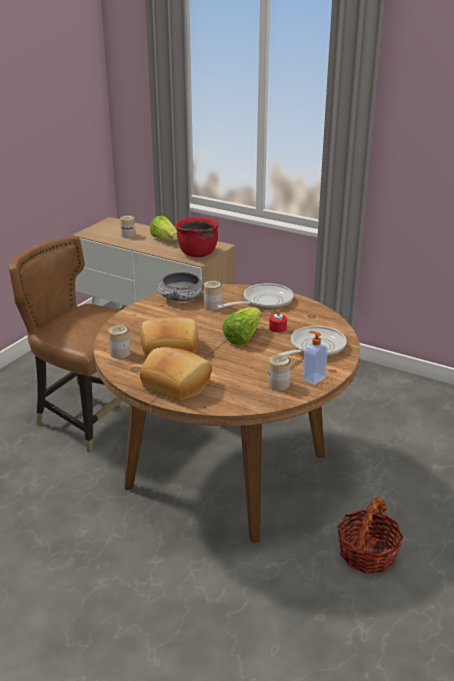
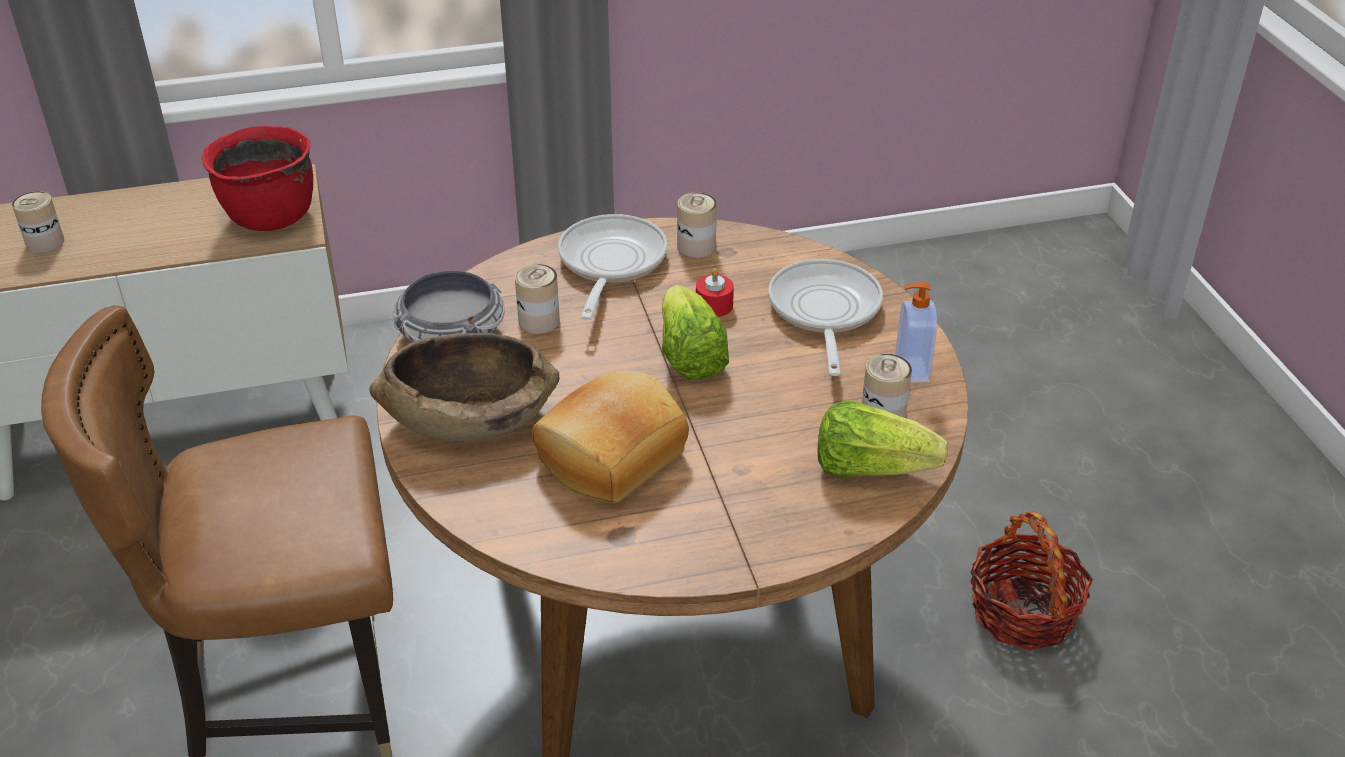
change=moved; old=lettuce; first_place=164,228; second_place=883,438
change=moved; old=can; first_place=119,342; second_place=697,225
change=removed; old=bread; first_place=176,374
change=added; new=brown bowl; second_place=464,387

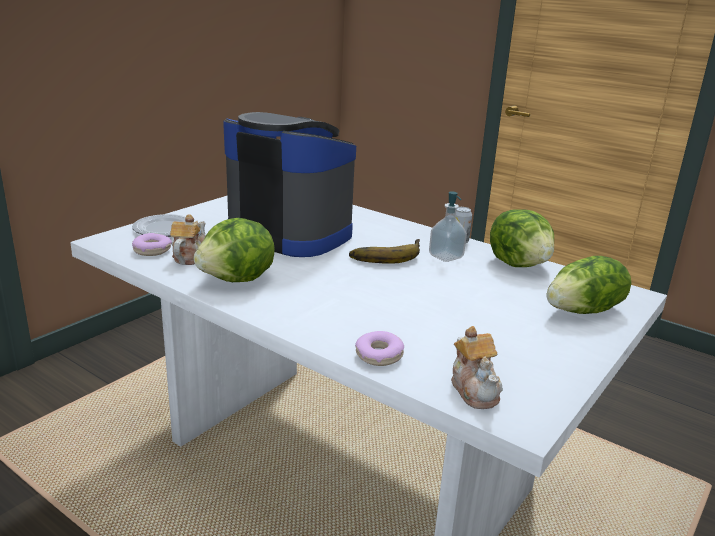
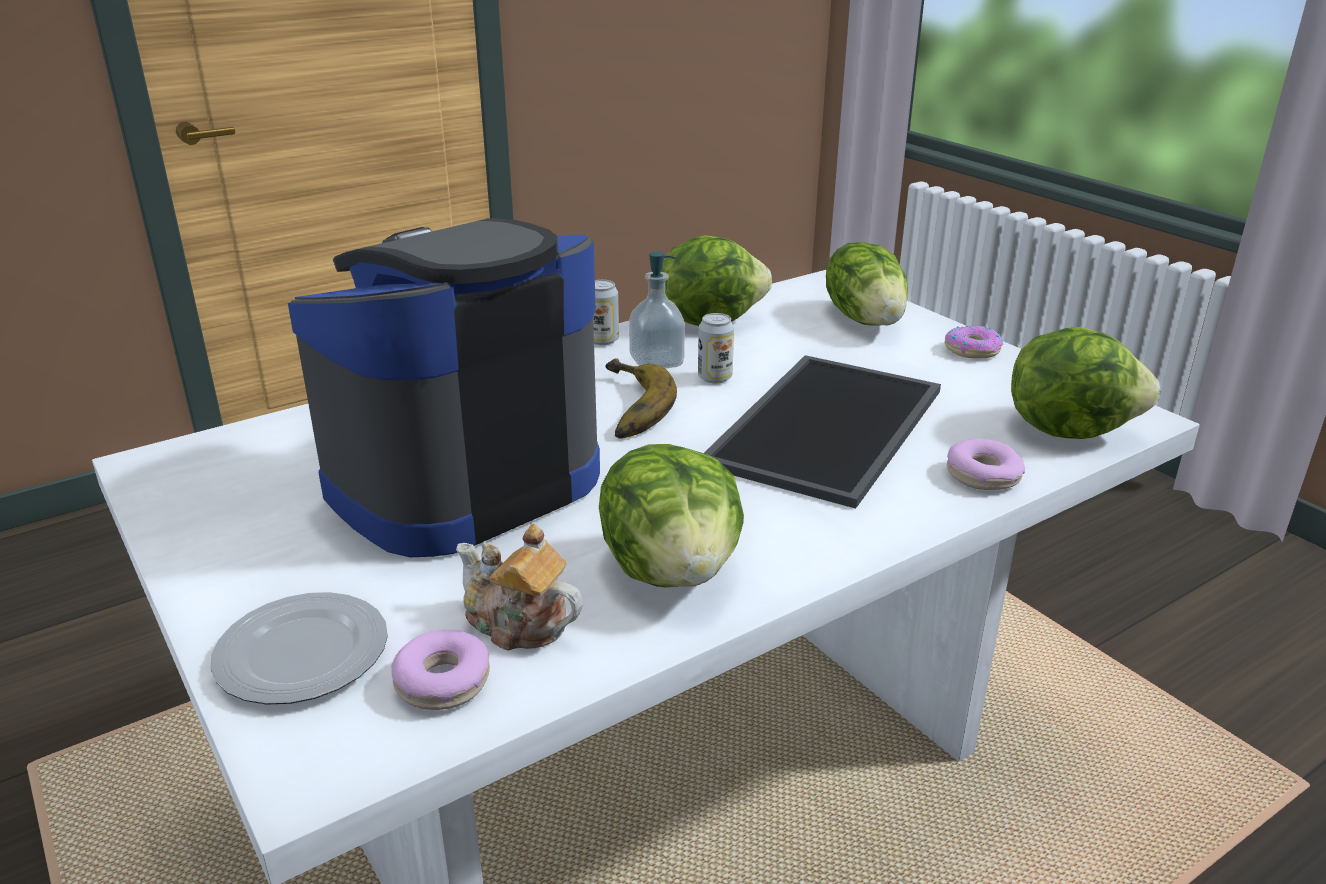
change=replaced; old=teapot; new=lettuce; first_place=477,367; second_place=1085,383
change=added; new=can; second_place=716,348
change=added; new=donut; second_place=973,342
change=added; new=tray; second_place=822,432

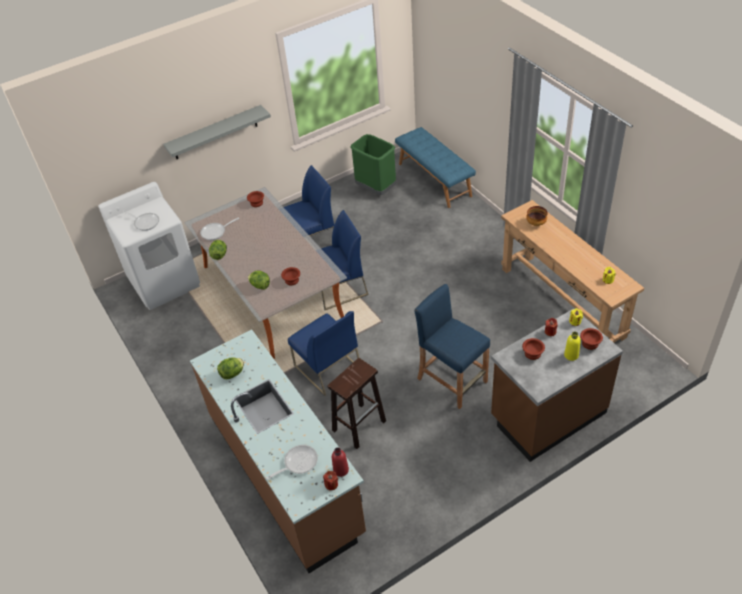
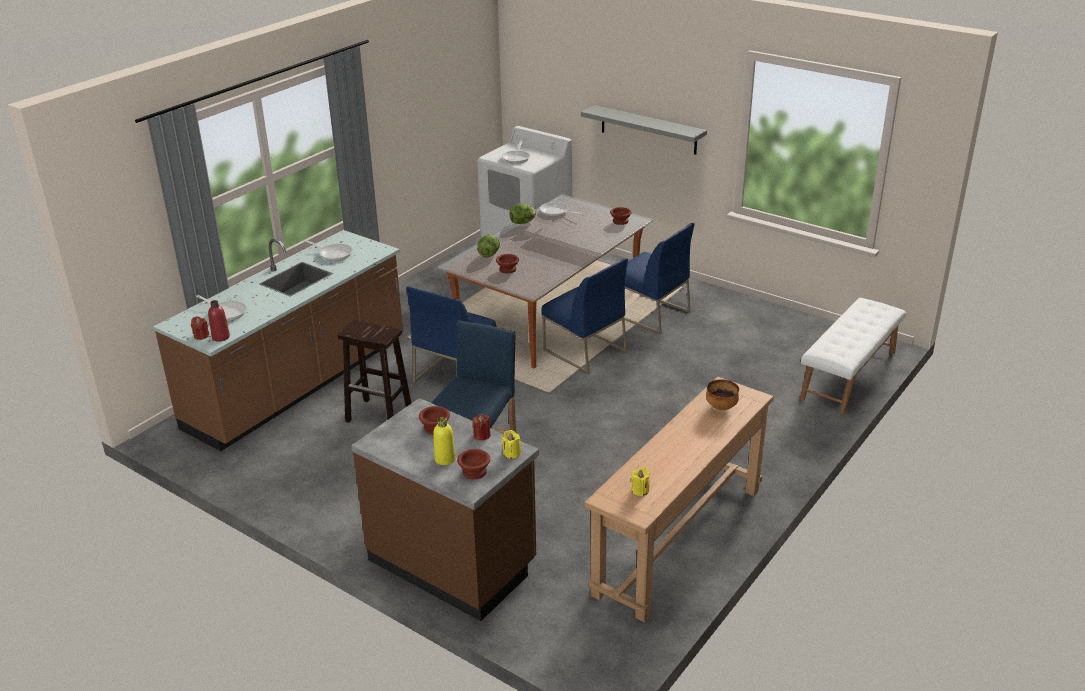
change=recoloured; old=blue bench; new=white bench; first_place=435,167; second_place=853,356
change=removed; old=green trash can; first_place=373,164
change=replaced; old=lettuce; new=frying pan; first_place=230,368; second_place=328,250

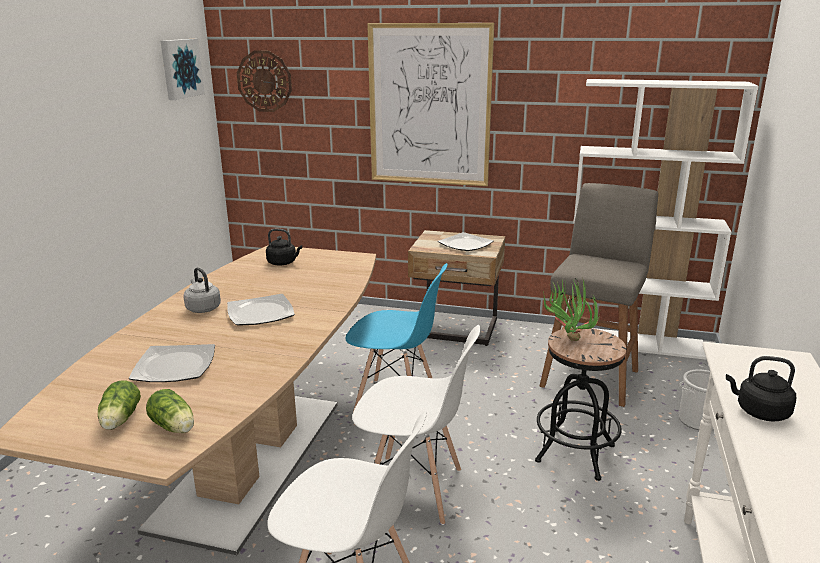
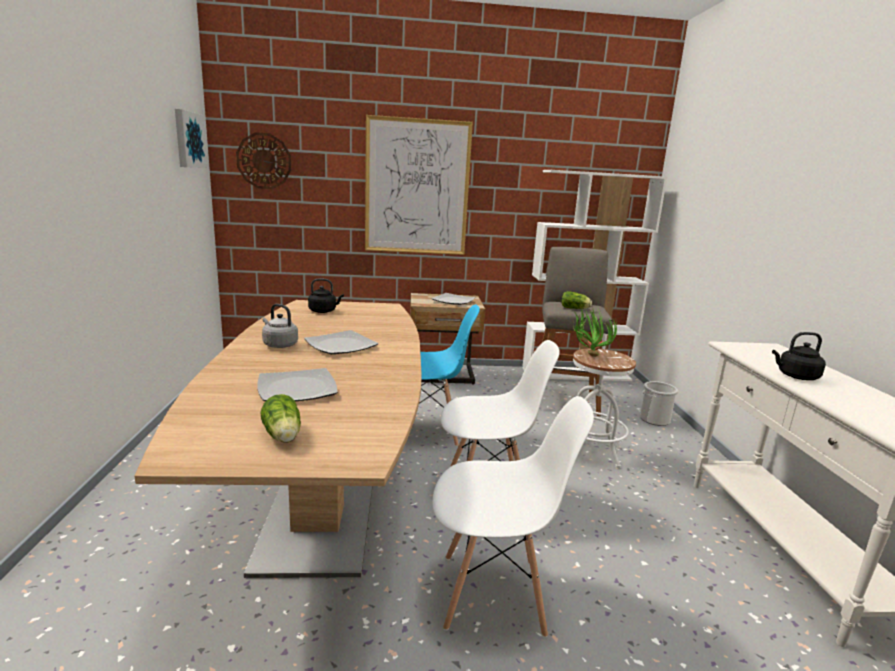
change=recoloured; old=black stool; new=white stool; first_place=581,404; second_place=604,408
change=moved; old=lettuce; first_place=170,411; second_place=576,300

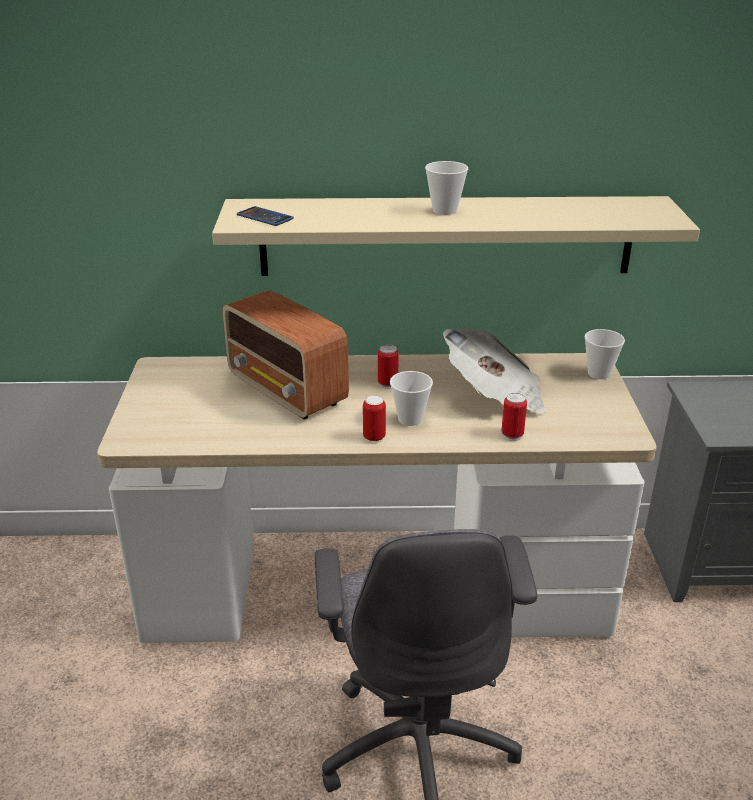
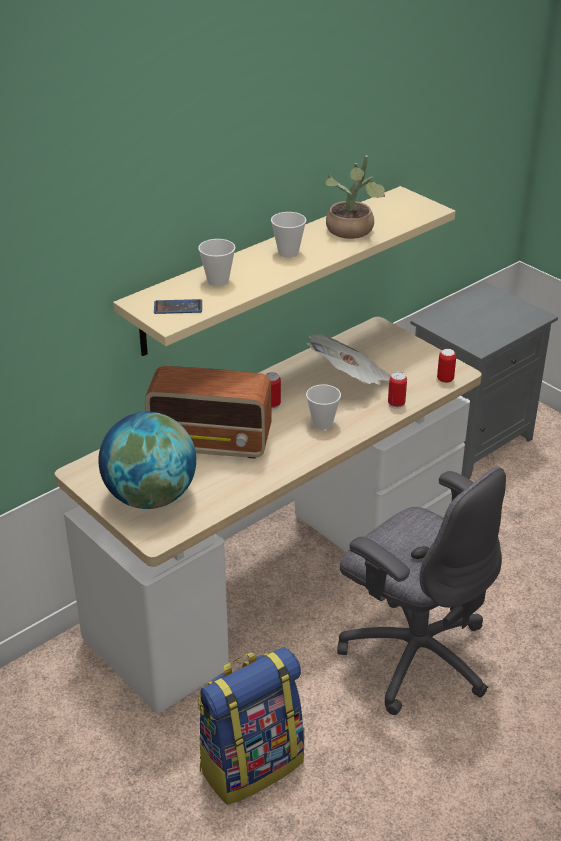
change=moved; old=cup; first_place=605,354; second_place=217,263
change=moved; old=can; first_place=374,418; second_place=446,366
change=added; new=potted plant; second_place=355,197
change=added; new=globe; second_place=147,460
change=added; new=backpack; second_place=250,726

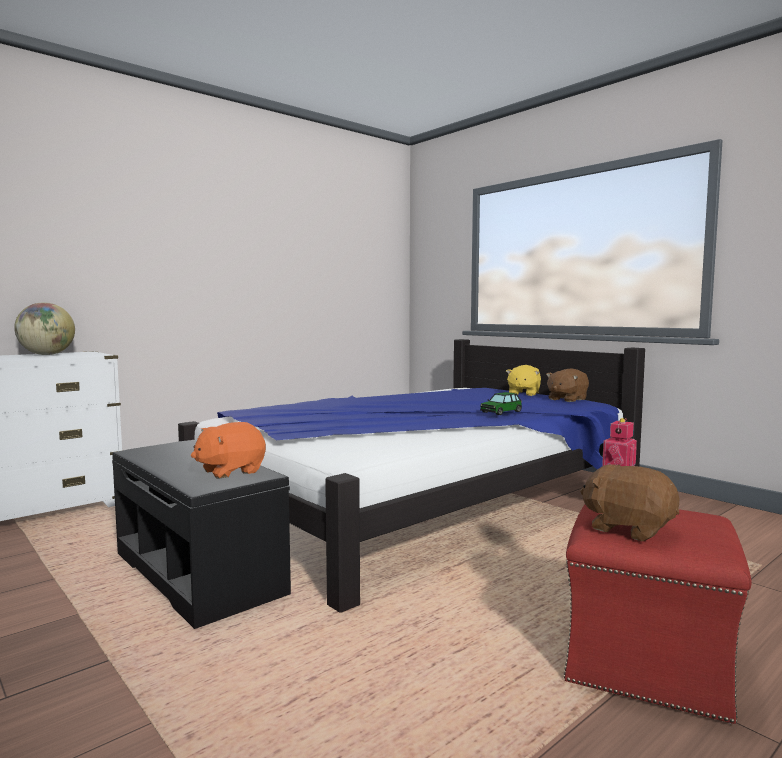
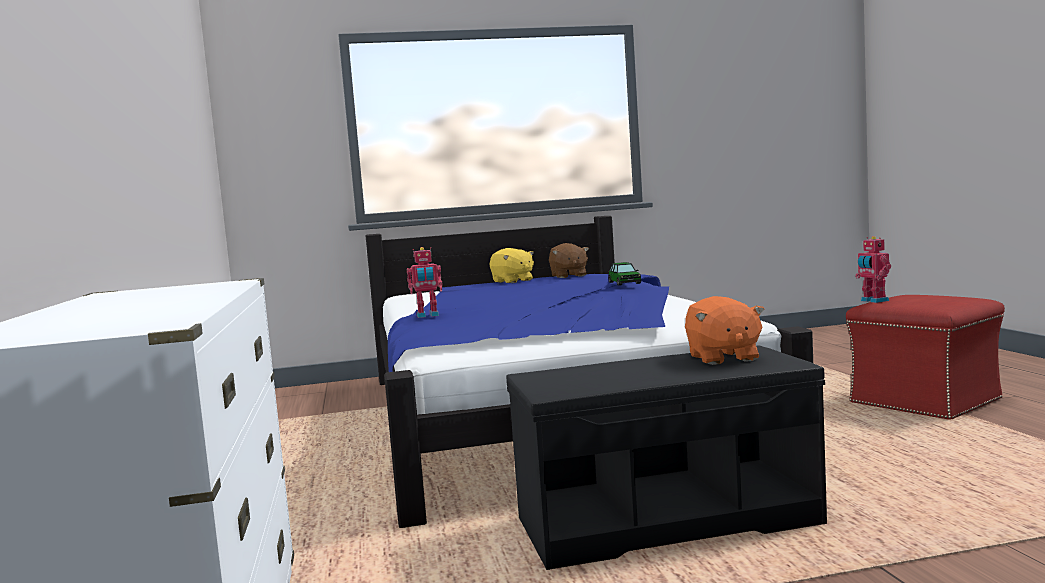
change=removed; old=globe; first_place=44,328
change=removed; old=brown plush toy; first_place=630,502
change=added; new=toy robot; second_place=425,282

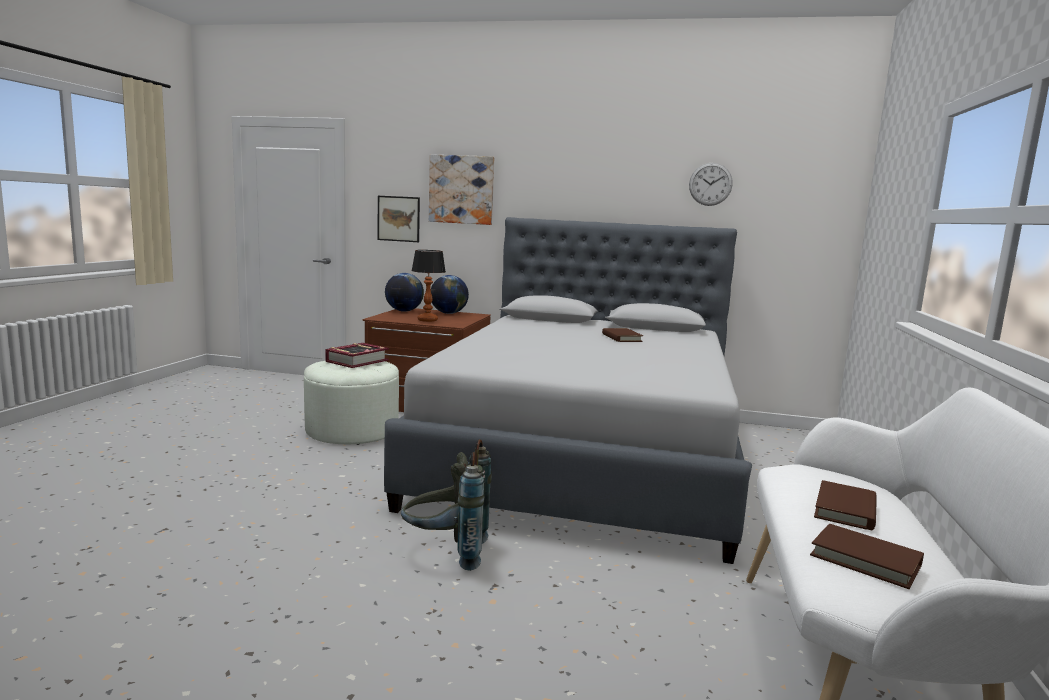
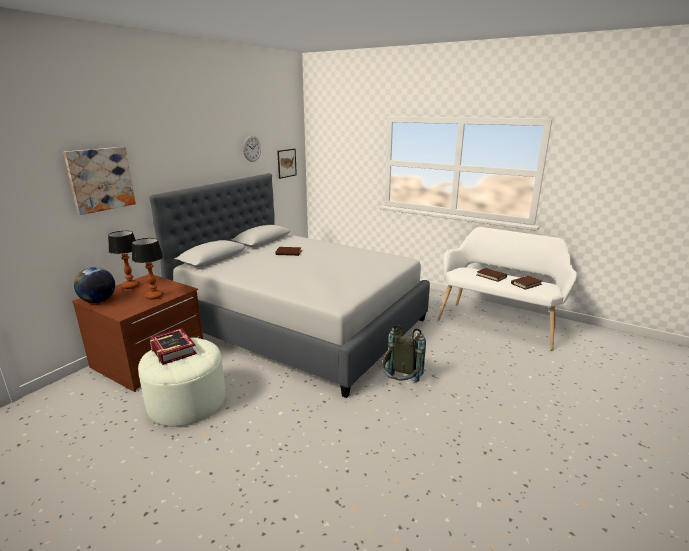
change=moved; old=picture; first_place=399,219; second_place=287,164
change=replaced; old=globe; new=table lamp; first_place=450,294; second_place=124,260

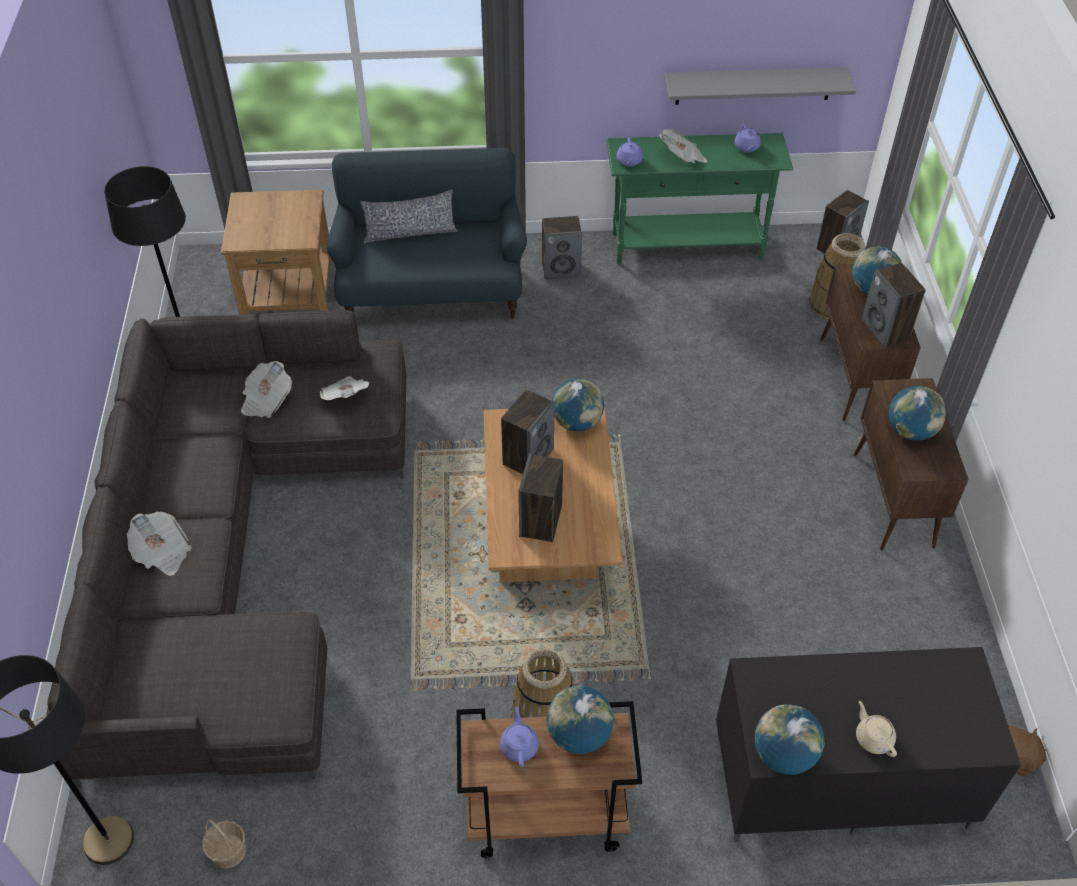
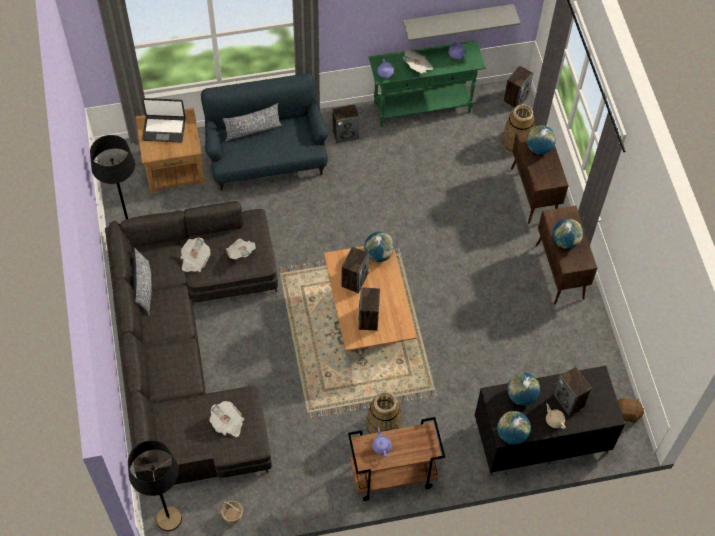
change=moved; old=speaker; first_place=893,305; second_place=572,391
change=moved; old=newspaper; first_place=159,544; second_place=226,419
change=moved; old=globe; first_place=580,719; second_place=523,388
change=added; new=laptop; second_place=164,120
change=added; new=pillow; second_place=142,282

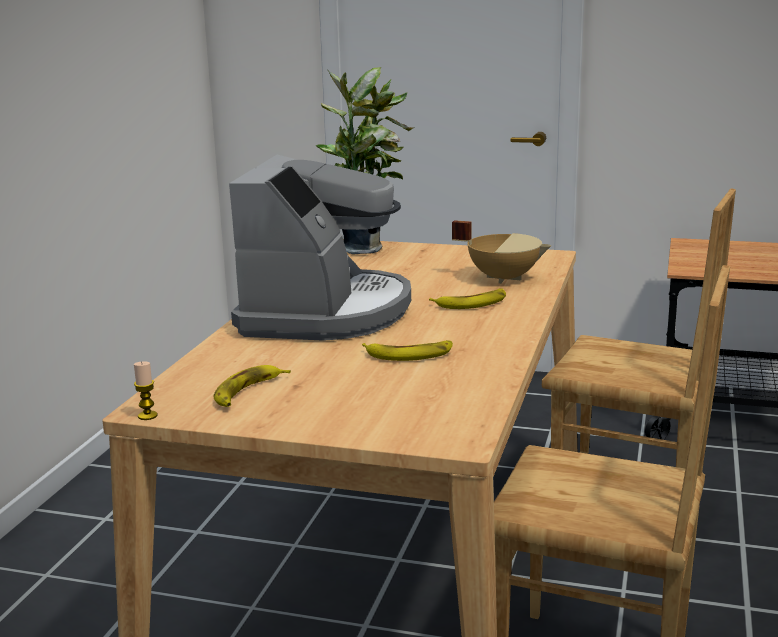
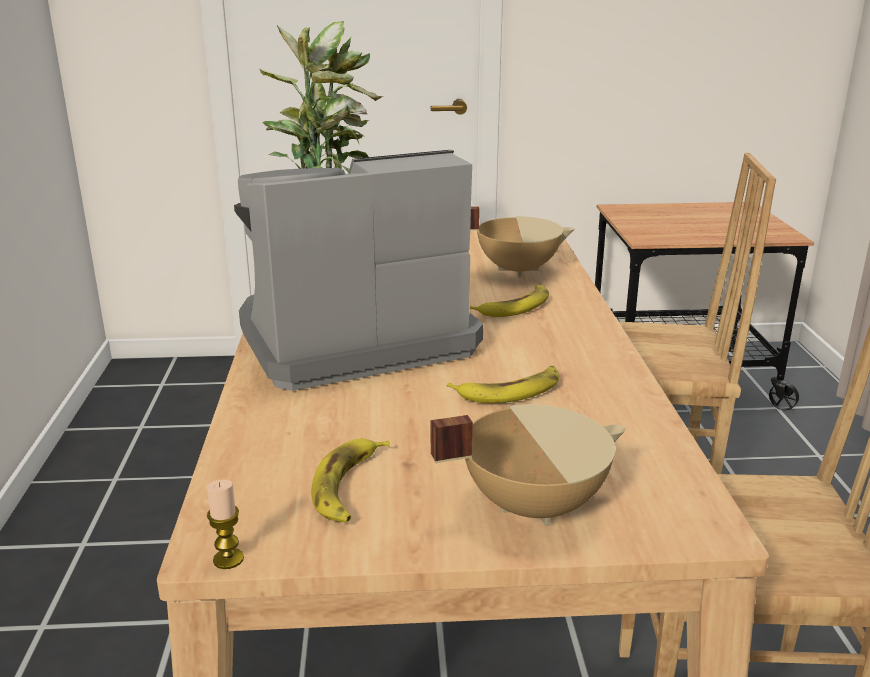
change=turned; old=coffee machine; first_place=320,248; second_place=358,270; degrees=-105
change=added; new=beige cooking pot; second_place=528,465

